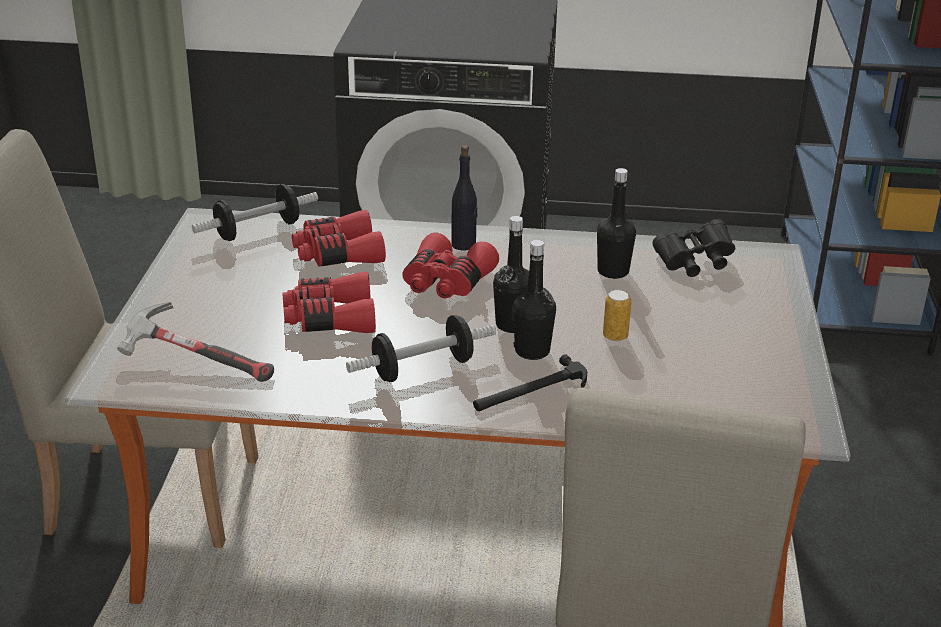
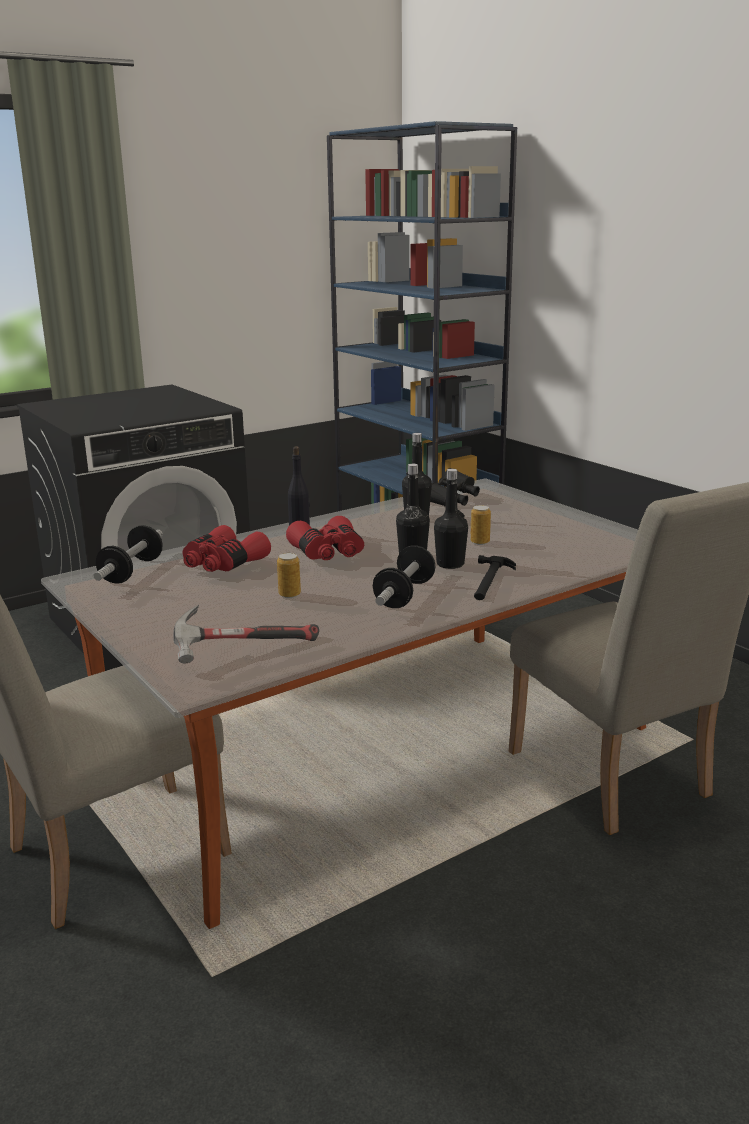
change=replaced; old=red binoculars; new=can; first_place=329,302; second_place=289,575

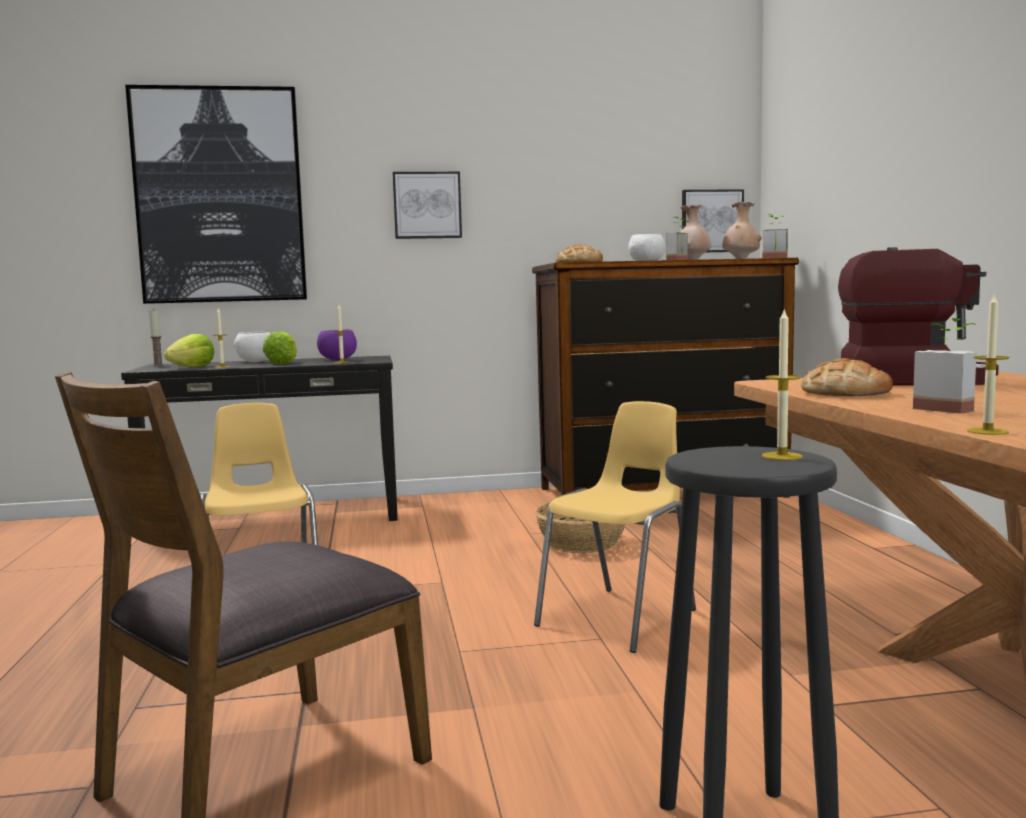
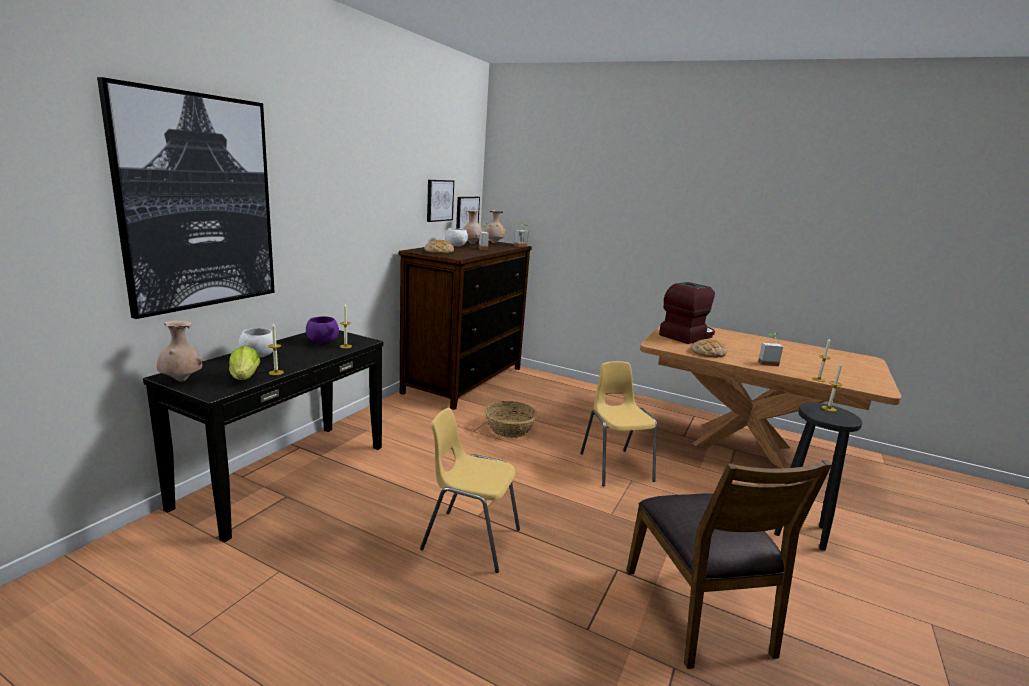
change=moved; old=picture; first_place=427,205; second_place=440,201
change=replaced; old=candle; new=beige vase; first_place=156,338; second_place=179,351
change=removed; old=lettuce; first_place=280,347

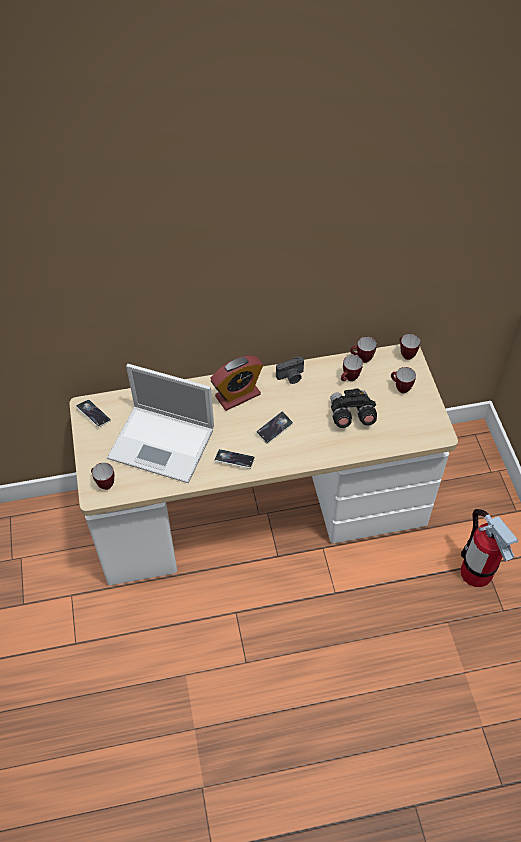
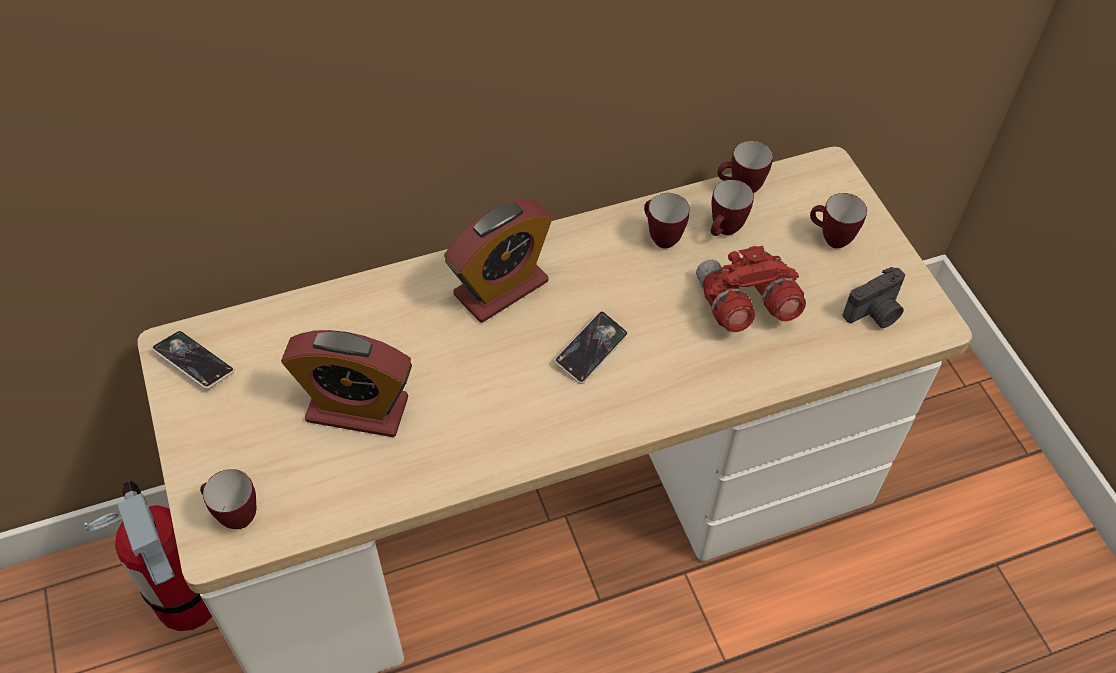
change=moved; old=mug; first_place=410,347; second_place=667,221
change=moved; old=photo camera; first_place=290,370; second_place=873,298
change=replaced; old=laptop; new=alarm clock; first_place=160,423; second_place=346,383
change=recoloured; old=black binoculars; new=red binoculars; first_place=353,408; second_place=751,289
change=removed; old=phone; first_place=234,459
change=moved; old=fire extinguisher; first_place=489,548; second_place=148,555

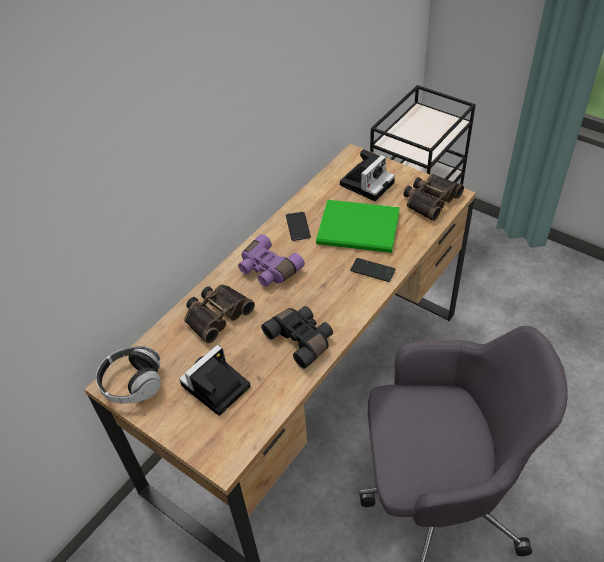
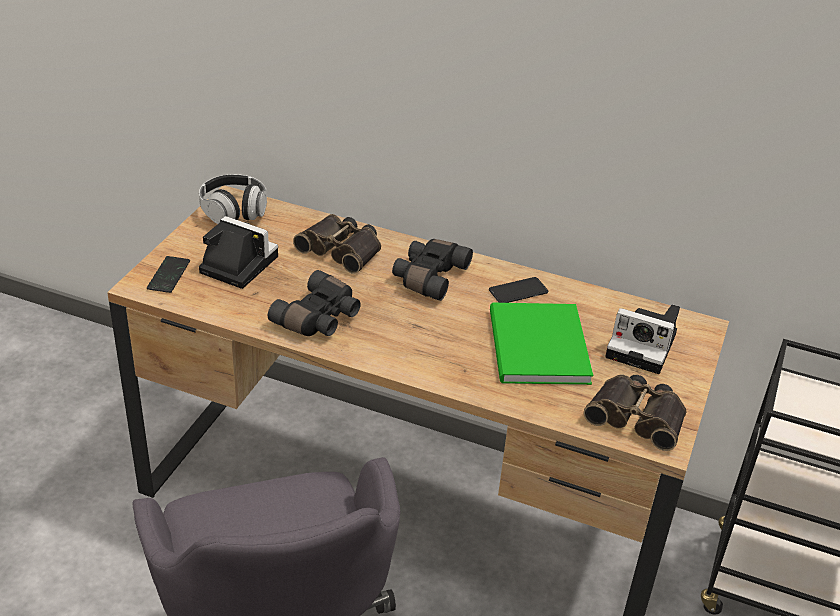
change=recoloured; old=purple binoculars; new=black binoculars; first_place=271,260; second_place=432,270
change=moved; old=phone; first_place=373,270; second_place=168,274

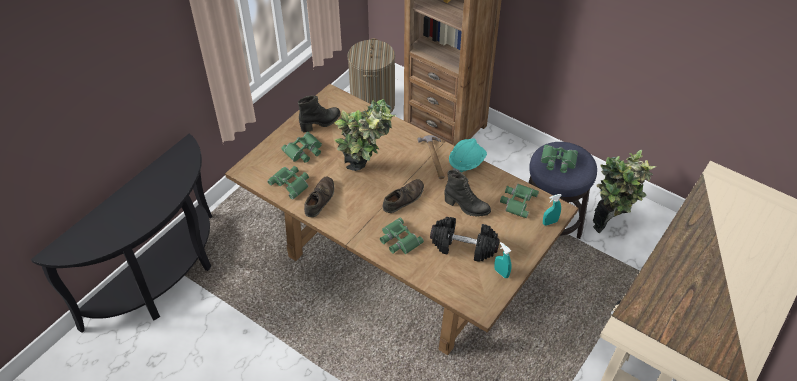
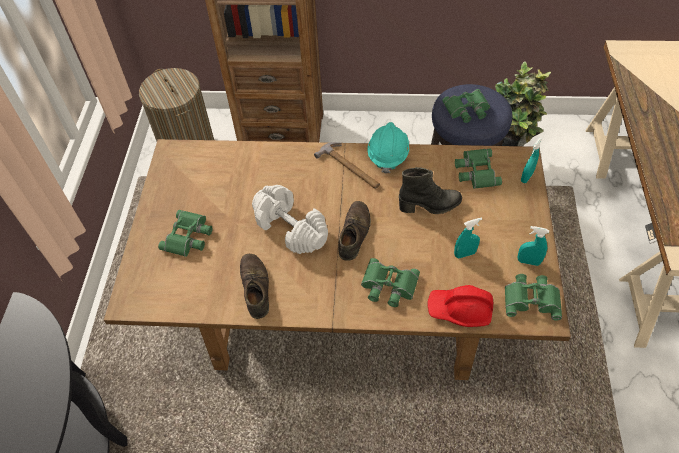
change=removed; old=black boot; first_place=319,114
change=replaced; old=potted plant; new=white dumbbell; first_place=365,135; second_place=290,219
change=moved; old=green binoculars; first_place=288,182; second_place=533,297
change=replaced; old=black dumbbell; new=turquoise spray bottle; first_place=465,239; second_place=468,238
change=added; new=red hard hat; second_place=460,306

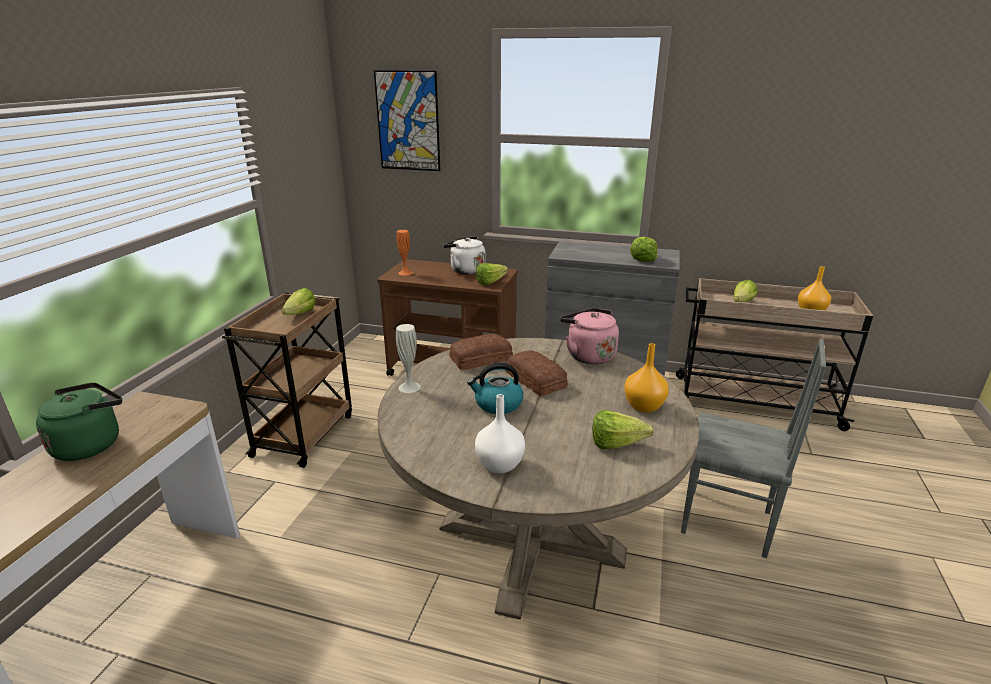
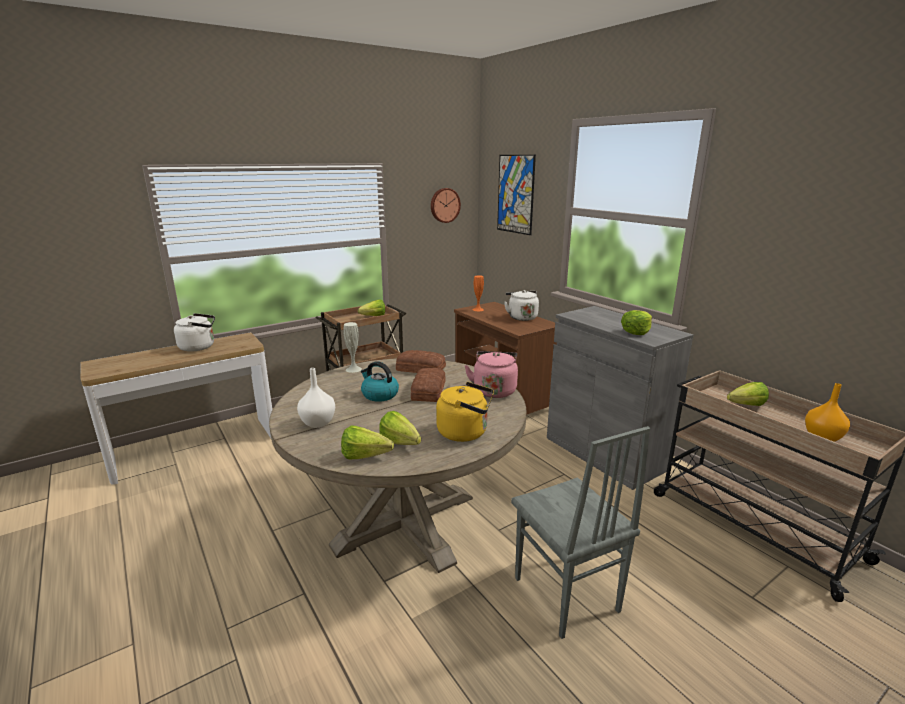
change=moved; old=lettuce; first_place=492,274; second_place=367,442
change=replaced; old=orange vase; new=yellow kettle; first_place=646,378; second_place=465,412
change=recoloured; old=green kettle; new=white kettle; first_place=79,422; second_place=194,332
change=added; new=wall clock; second_place=446,205

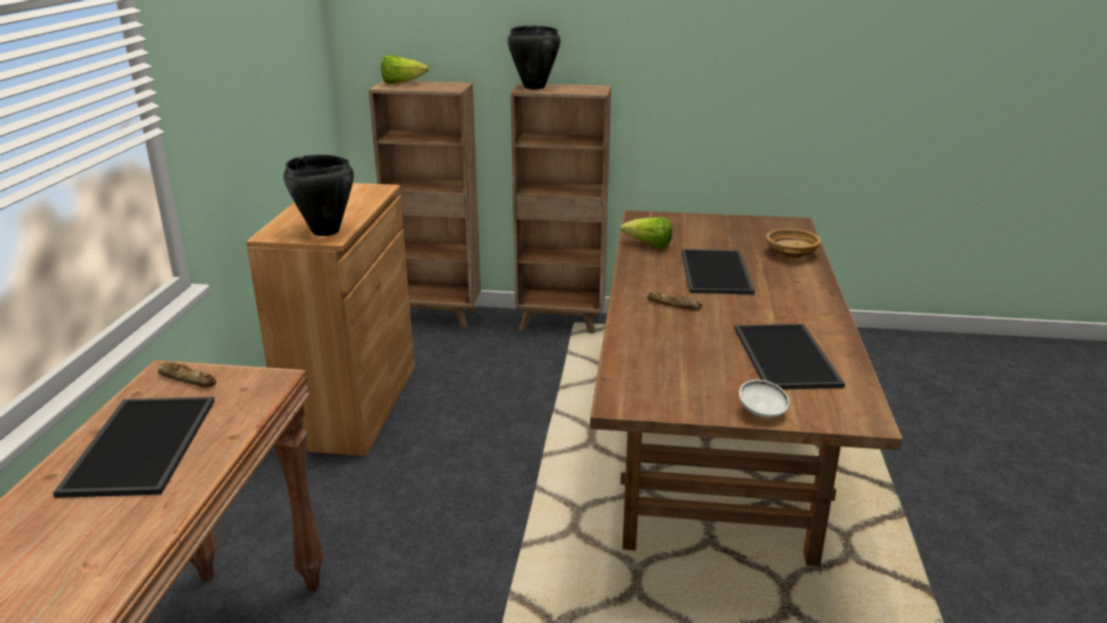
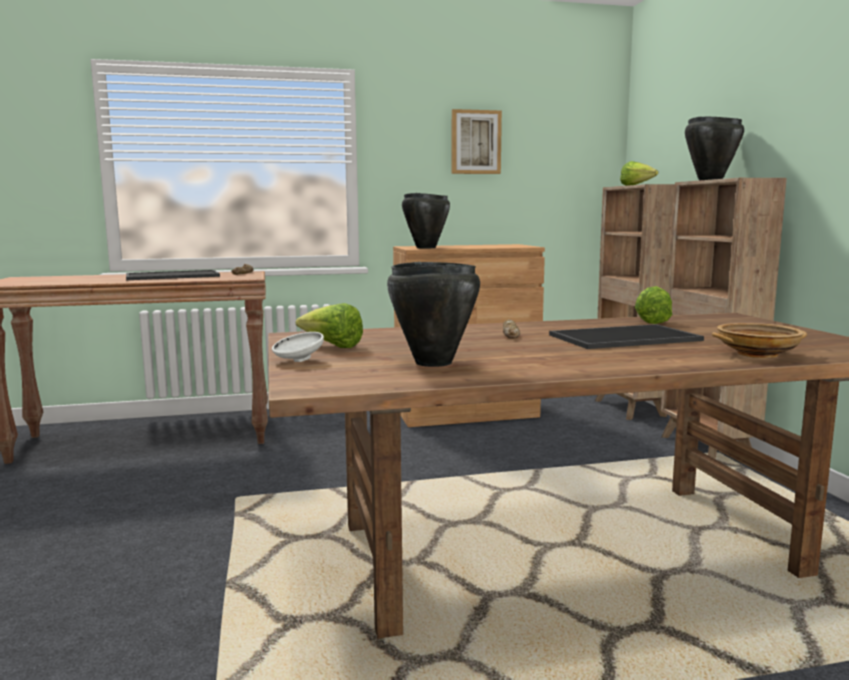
change=replaced; old=tray; new=black cooking pot; first_place=789,357; second_place=433,314
change=added; new=picture; second_place=477,141
change=added; new=lettuce; second_place=329,325

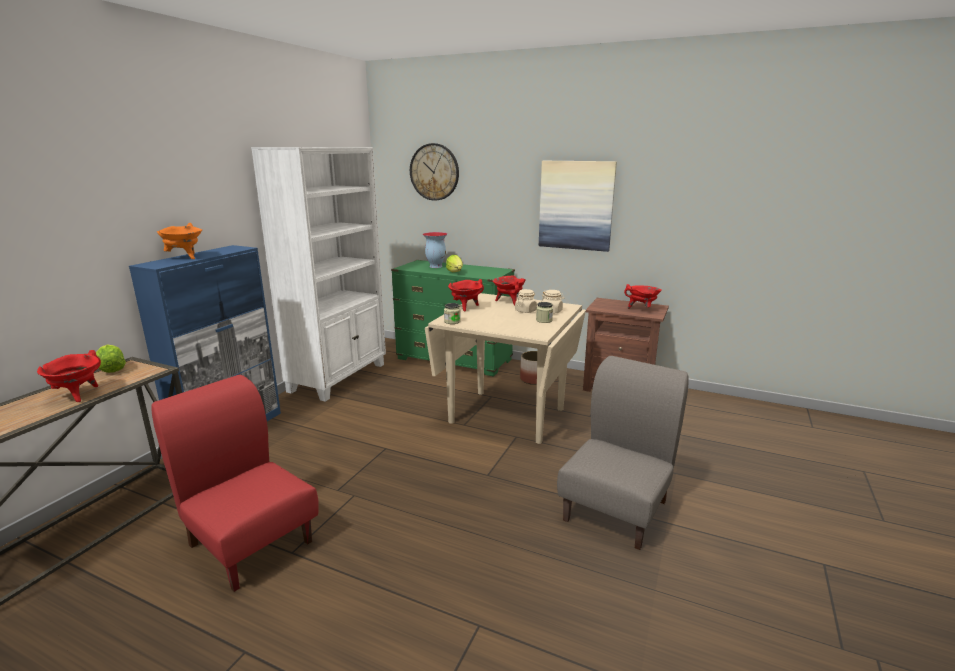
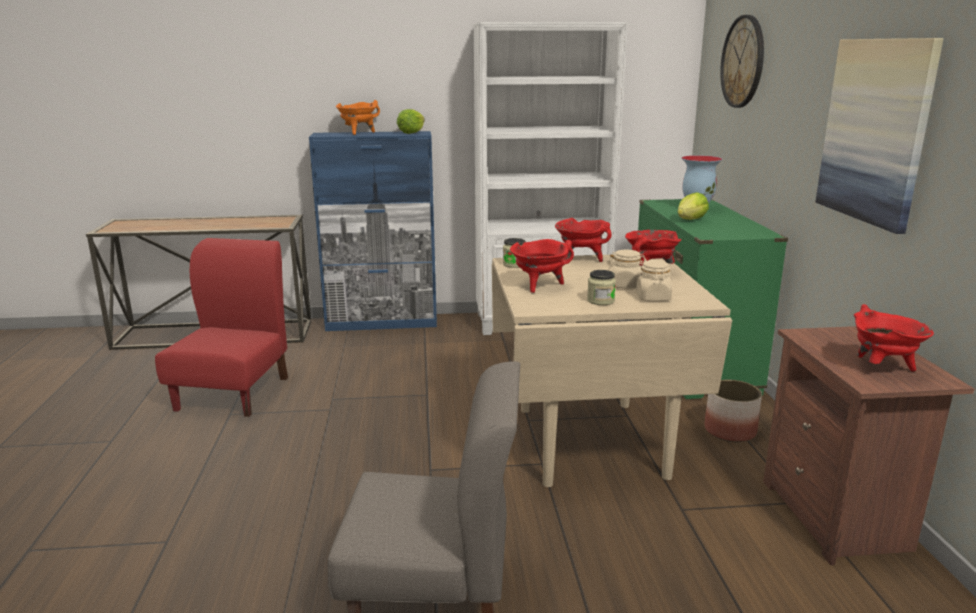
change=moved; old=lettuce; first_place=111,359; second_place=411,121
change=moved; old=red cooking pot; first_place=69,376; second_place=542,266

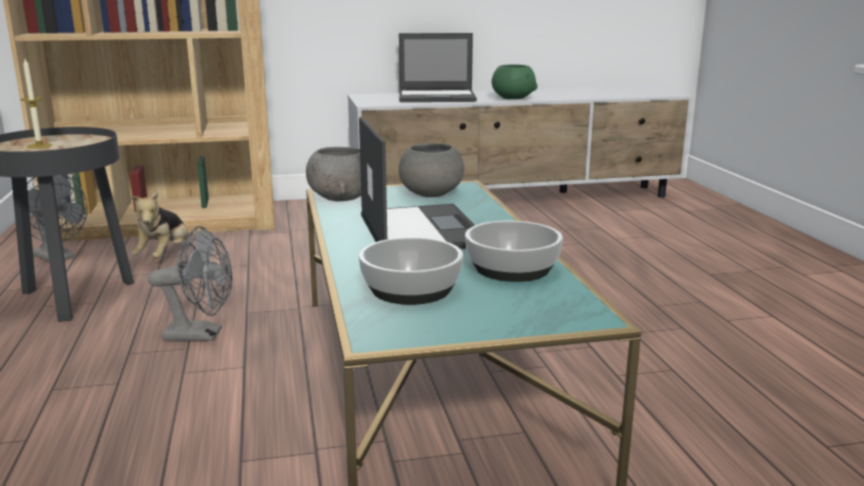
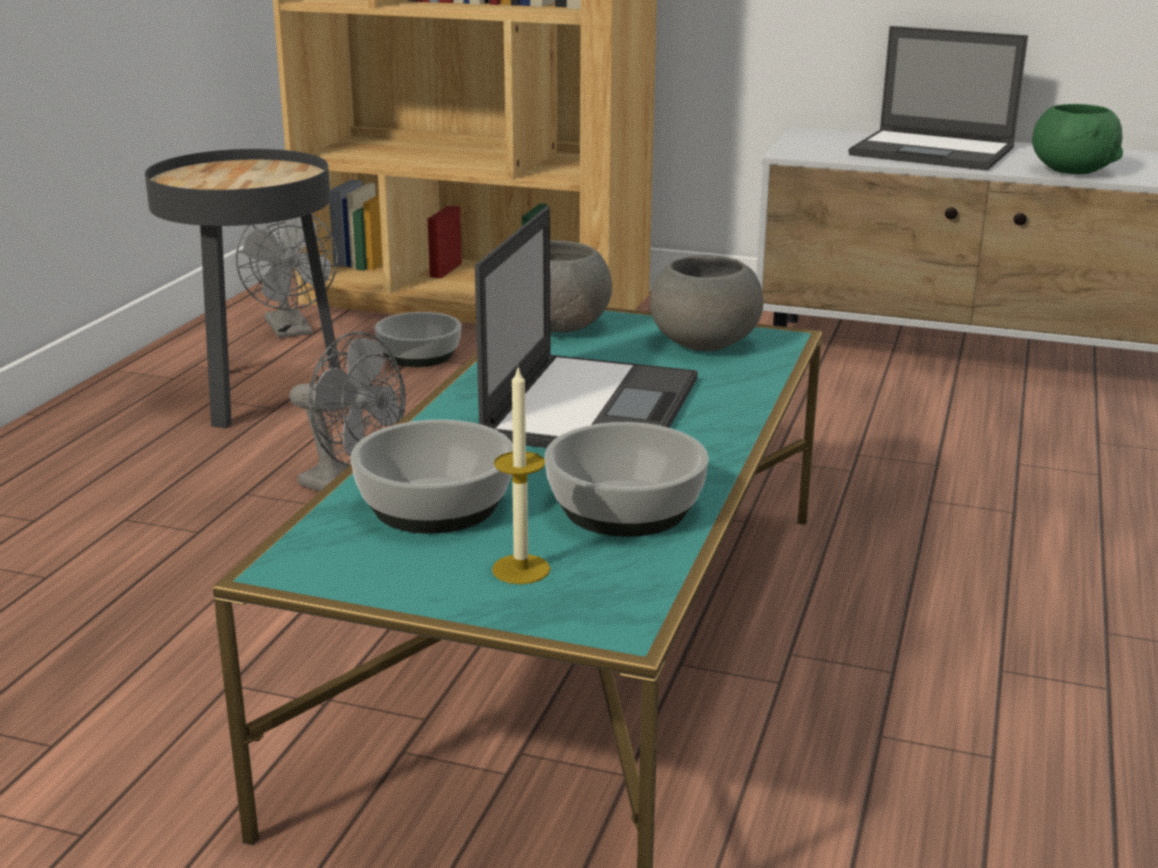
change=moved; old=candle; first_place=36,104; second_place=521,475
change=replaced; old=plush toy; new=bowl; first_place=160,225; second_place=417,339

